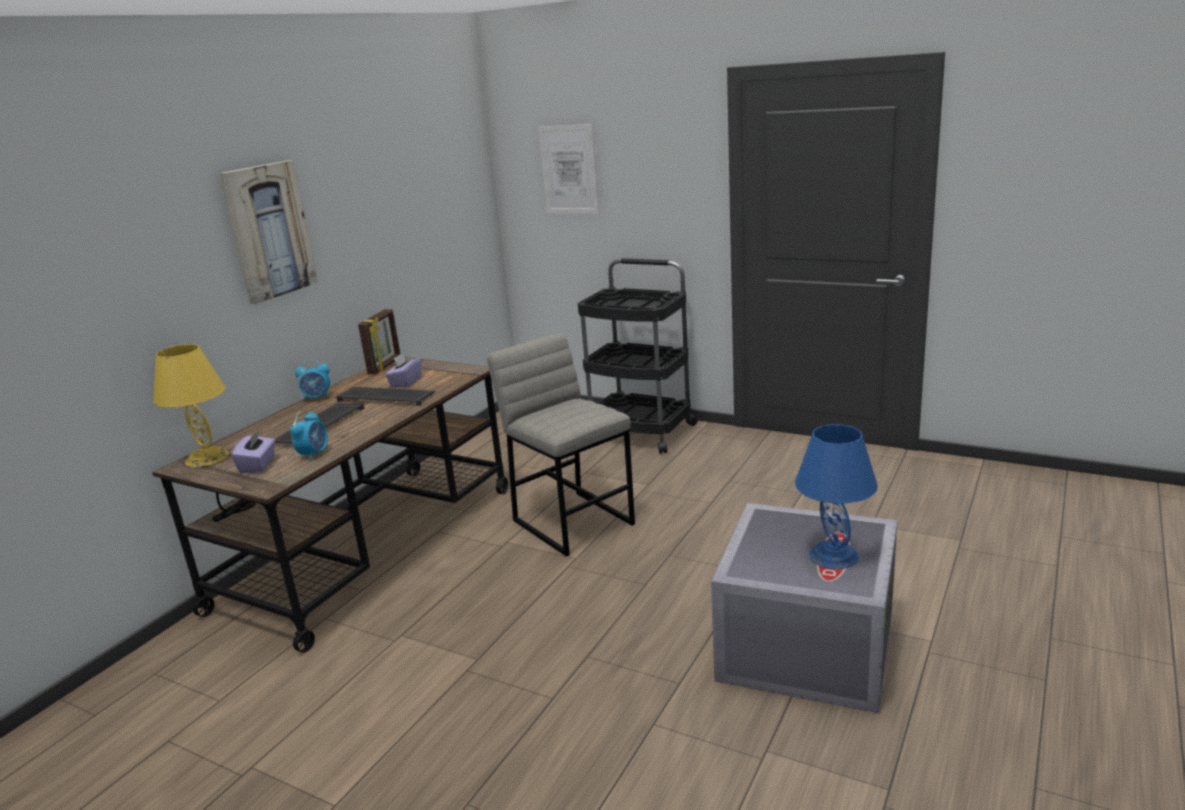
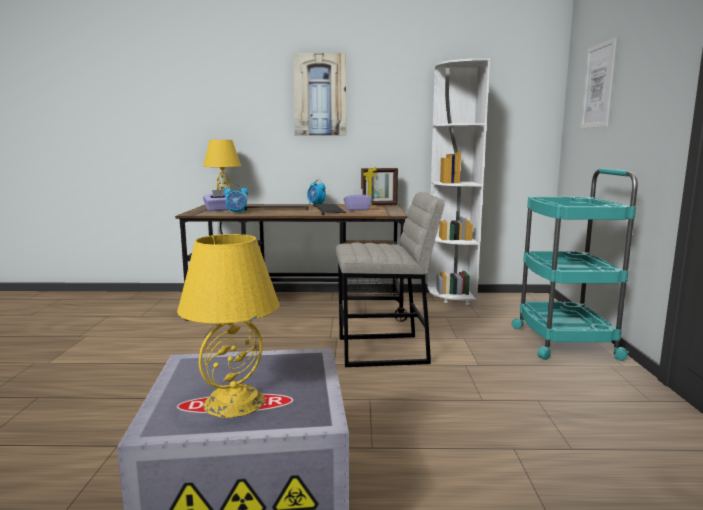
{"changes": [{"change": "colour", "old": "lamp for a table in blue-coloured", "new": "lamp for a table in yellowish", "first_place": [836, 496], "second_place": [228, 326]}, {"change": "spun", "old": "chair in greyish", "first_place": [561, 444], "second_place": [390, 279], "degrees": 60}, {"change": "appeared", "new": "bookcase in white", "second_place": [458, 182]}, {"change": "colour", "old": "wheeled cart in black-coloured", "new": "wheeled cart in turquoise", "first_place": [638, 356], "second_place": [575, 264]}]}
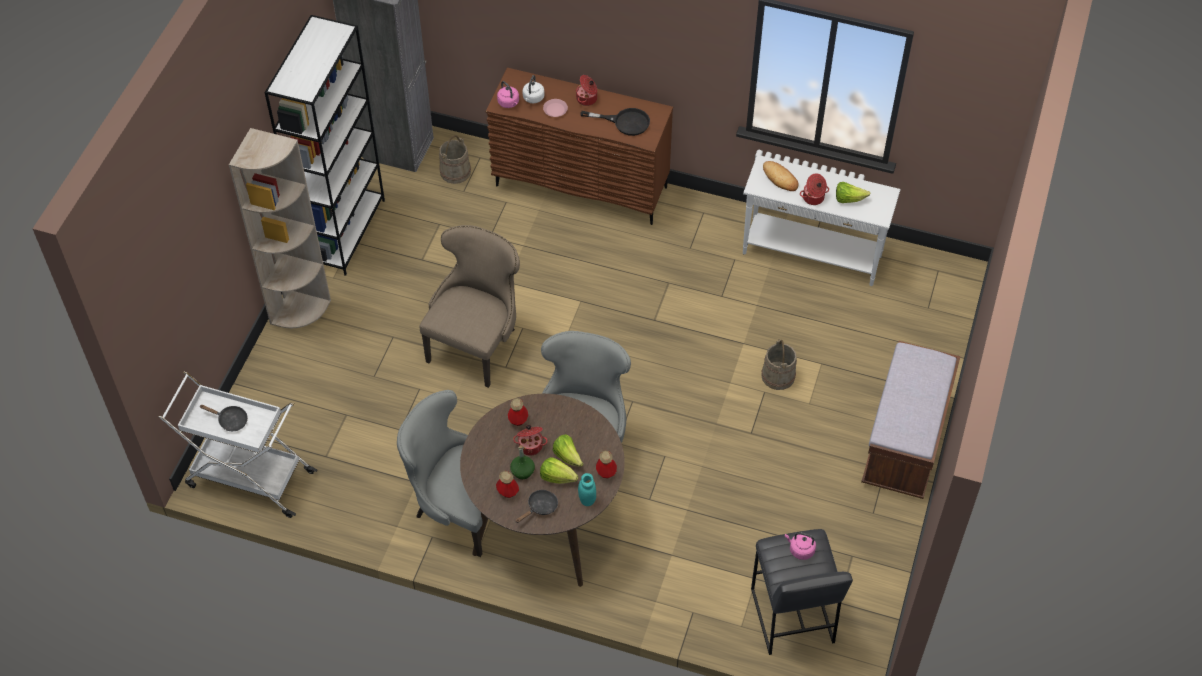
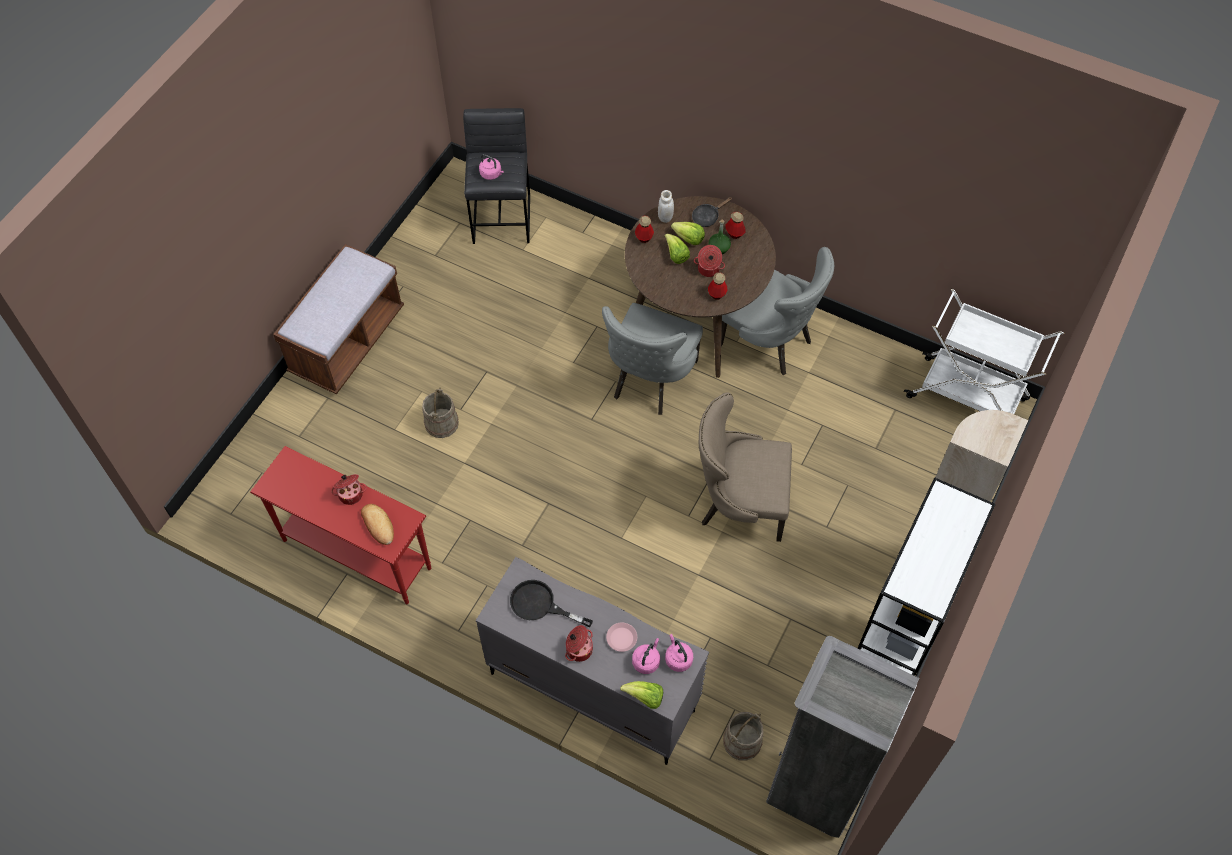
{"changes": [{"change": "colour", "old": "narrow table in white", "new": "narrow table in red-coloured", "first_place": [822, 220], "second_place": [340, 525]}, {"change": "colour", "old": "drawer chest in brown", "new": "drawer chest in greyish", "first_place": [579, 146], "second_place": [592, 661]}, {"change": "relocated", "old": "lettuce head", "first_place": [853, 192], "second_place": [641, 695]}, {"change": "colour", "old": "tea kettle in white", "new": "tea kettle in pink-coloured", "first_place": [533, 89], "second_place": [646, 656]}, {"change": "colour", "old": "preserve jar in turquoise", "new": "preserve jar in white", "first_place": [587, 489], "second_place": [666, 206]}, {"change": "spun", "old": "chair in beige-coloured", "first_place": [470, 306], "second_place": [745, 467], "degrees": 60}, {"change": "missing", "old": "pan in black-coloured", "first_place": [223, 418]}]}
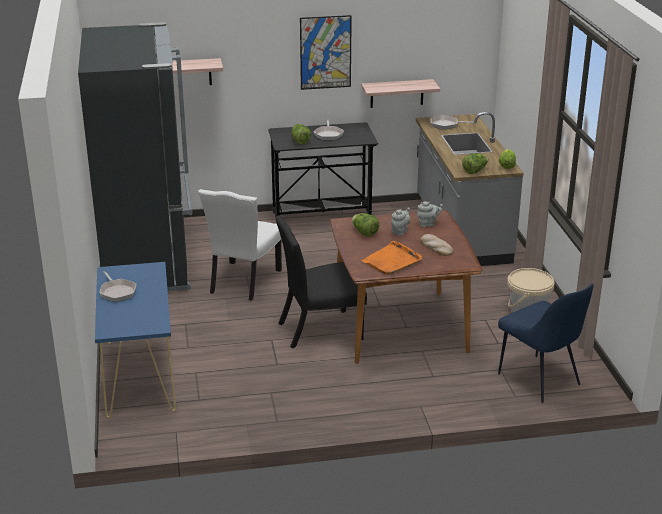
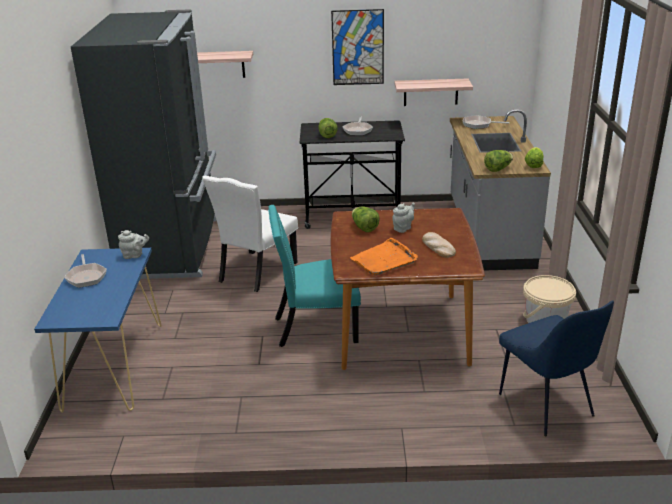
{"changes": [{"change": "relocated", "old": "teapot in greyish", "first_place": [430, 214], "second_place": [133, 244]}, {"change": "colour", "old": "chair in black-coloured", "new": "chair in turquoise", "first_place": [321, 282], "second_place": [314, 276]}]}
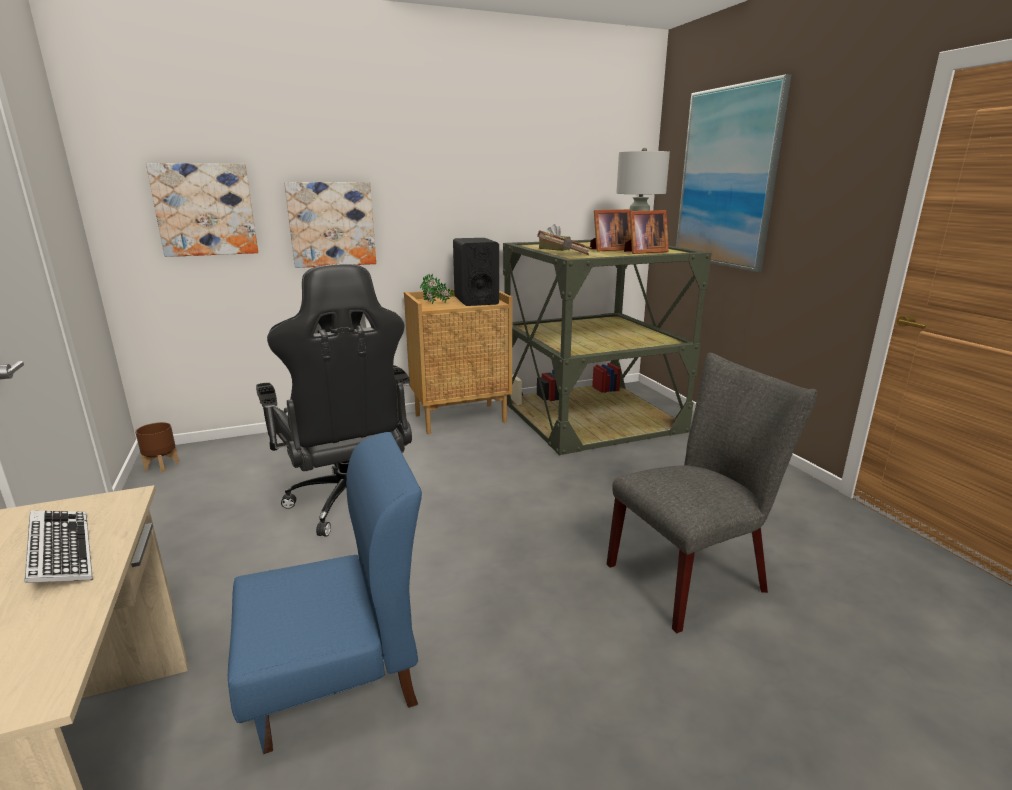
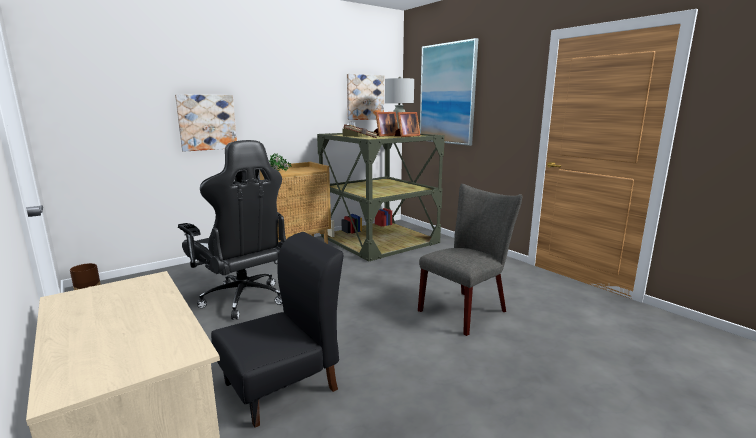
{"changes": [{"change": "colour", "old": "chair in blue-coloured", "new": "chair in black-coloured", "first_place": [325, 593], "second_place": [277, 330]}, {"change": "relocated", "old": "wall art", "first_place": [202, 210], "second_place": [365, 97]}, {"change": "missing", "old": "keyboard", "first_place": [58, 547]}, {"change": "missing", "old": "speaker in black-coloured", "first_place": [476, 272]}]}
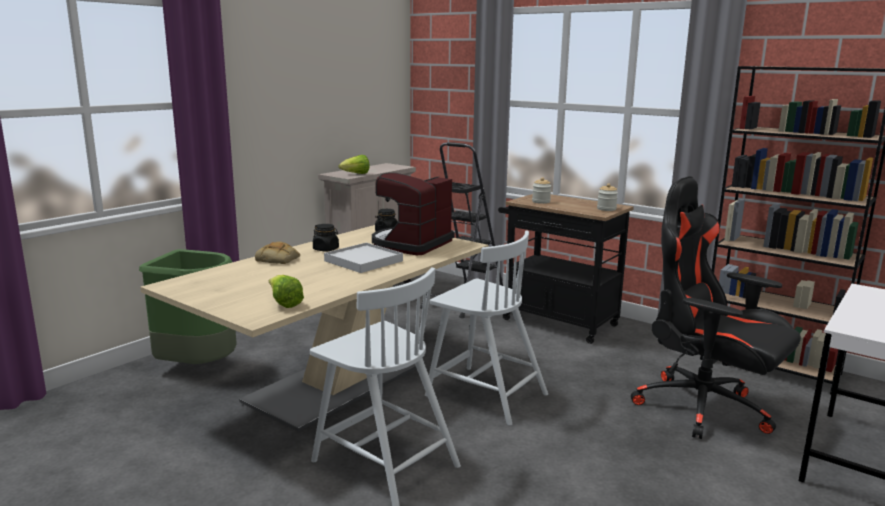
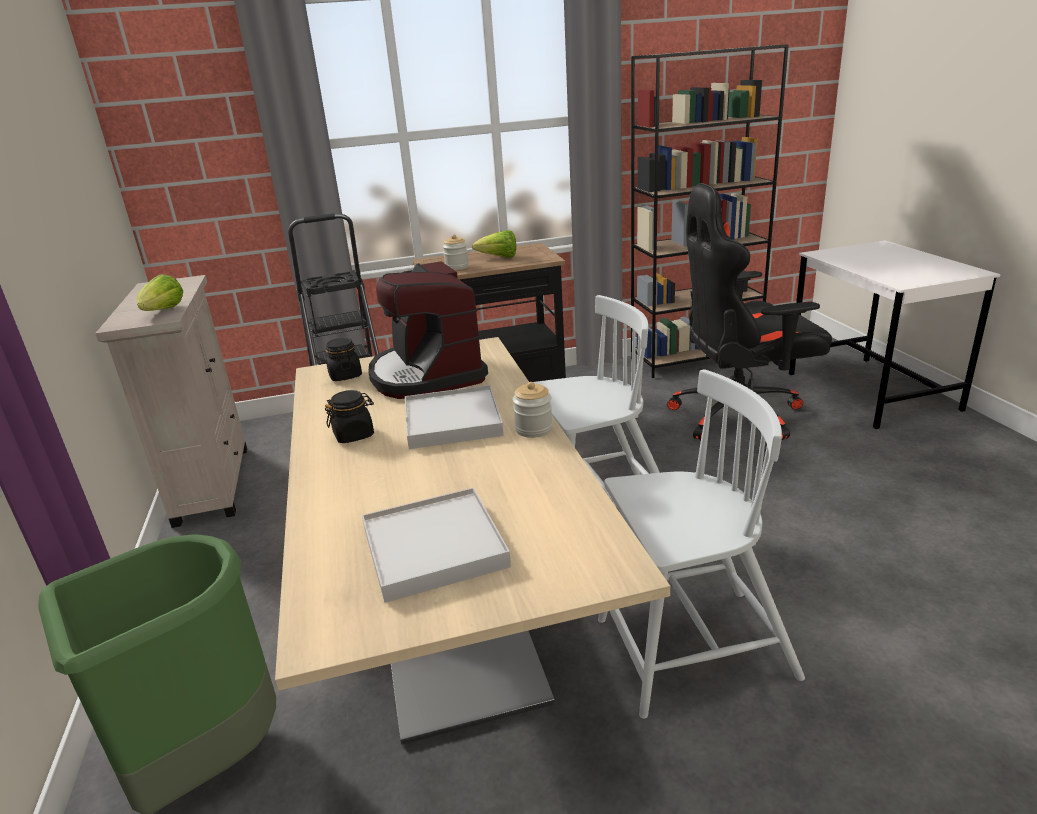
{"changes": [{"change": "appeared", "new": "carrying tray in white", "second_place": [436, 545]}, {"change": "relocated", "old": "lettuce head", "first_place": [286, 291], "second_place": [494, 244]}, {"change": "relocated", "old": "preserve jar", "first_place": [607, 197], "second_place": [532, 410]}, {"change": "missing", "old": "bakery bread", "first_place": [277, 252]}]}
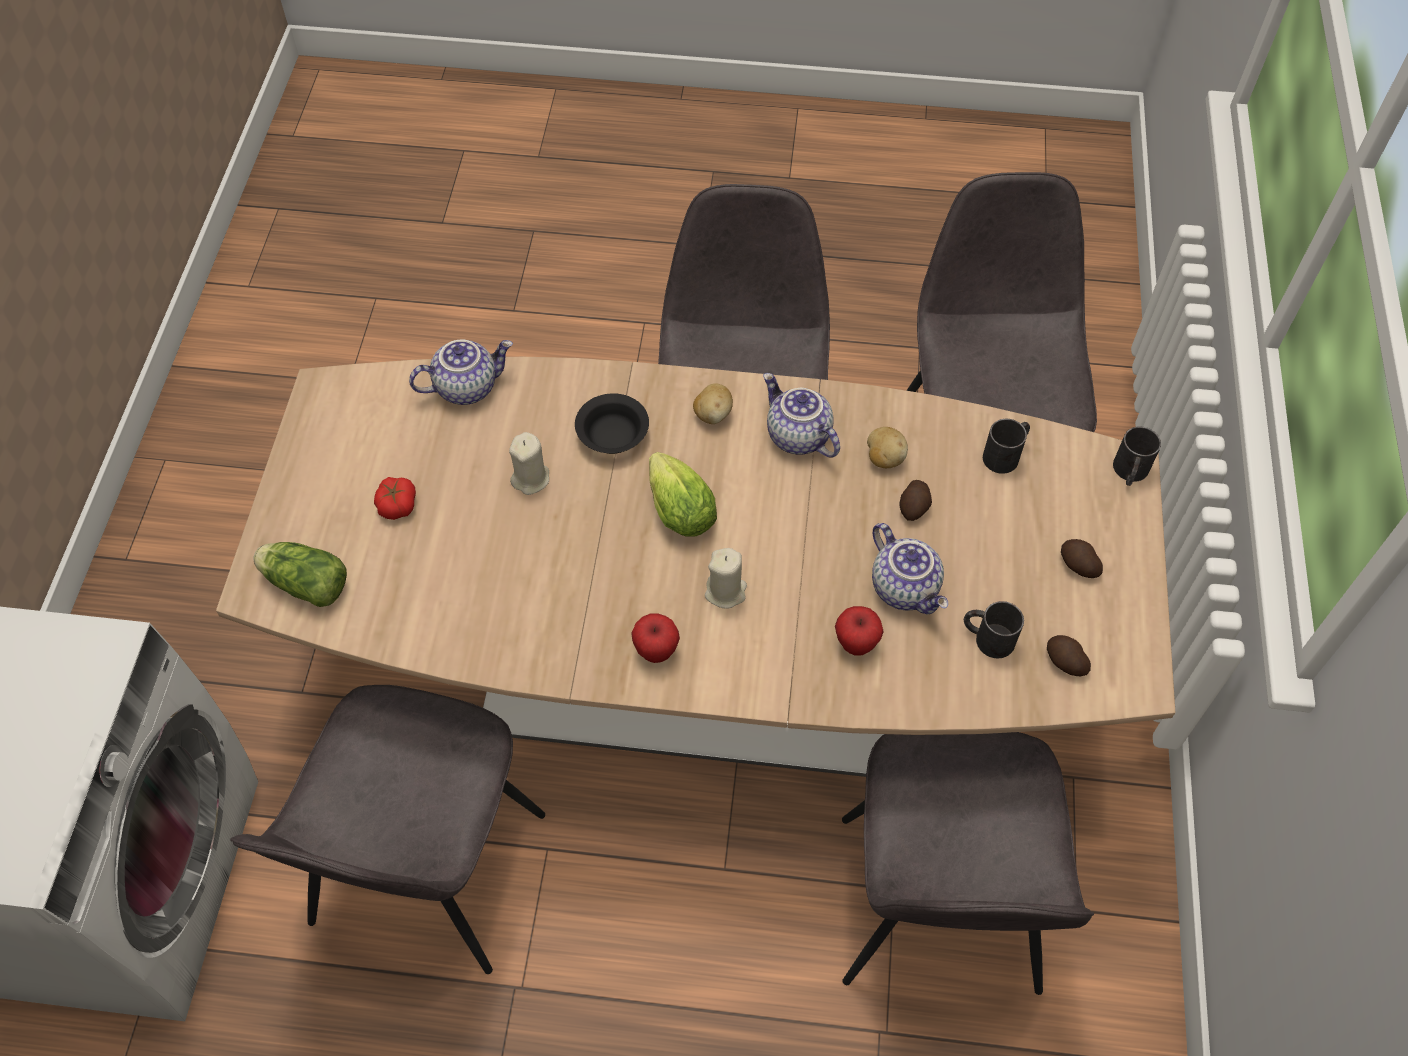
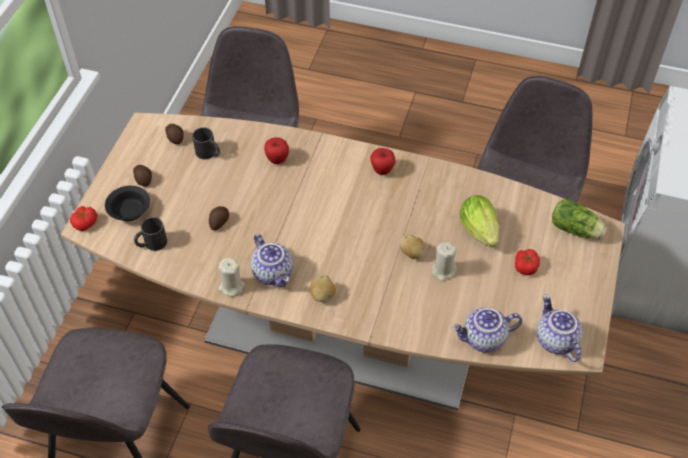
{"changes": [{"change": "exchanged", "old": "mug in black-coloured", "new": "fresh tomato", "first_place": [1137, 456], "second_place": [84, 218]}, {"change": "relocated", "old": "bowl in black-coloured", "first_place": [612, 423], "second_place": [127, 203]}, {"change": "relocated", "old": "candle in beige-coloured", "first_place": [726, 578], "second_place": [231, 277]}, {"change": "relocated", "old": "whole potato", "first_place": [887, 447], "second_place": [412, 246]}, {"change": "relocated", "old": "lettuce head", "first_place": [683, 494], "second_place": [479, 221]}, {"change": "relocated", "old": "teapot", "first_place": [910, 569], "second_place": [559, 328]}]}
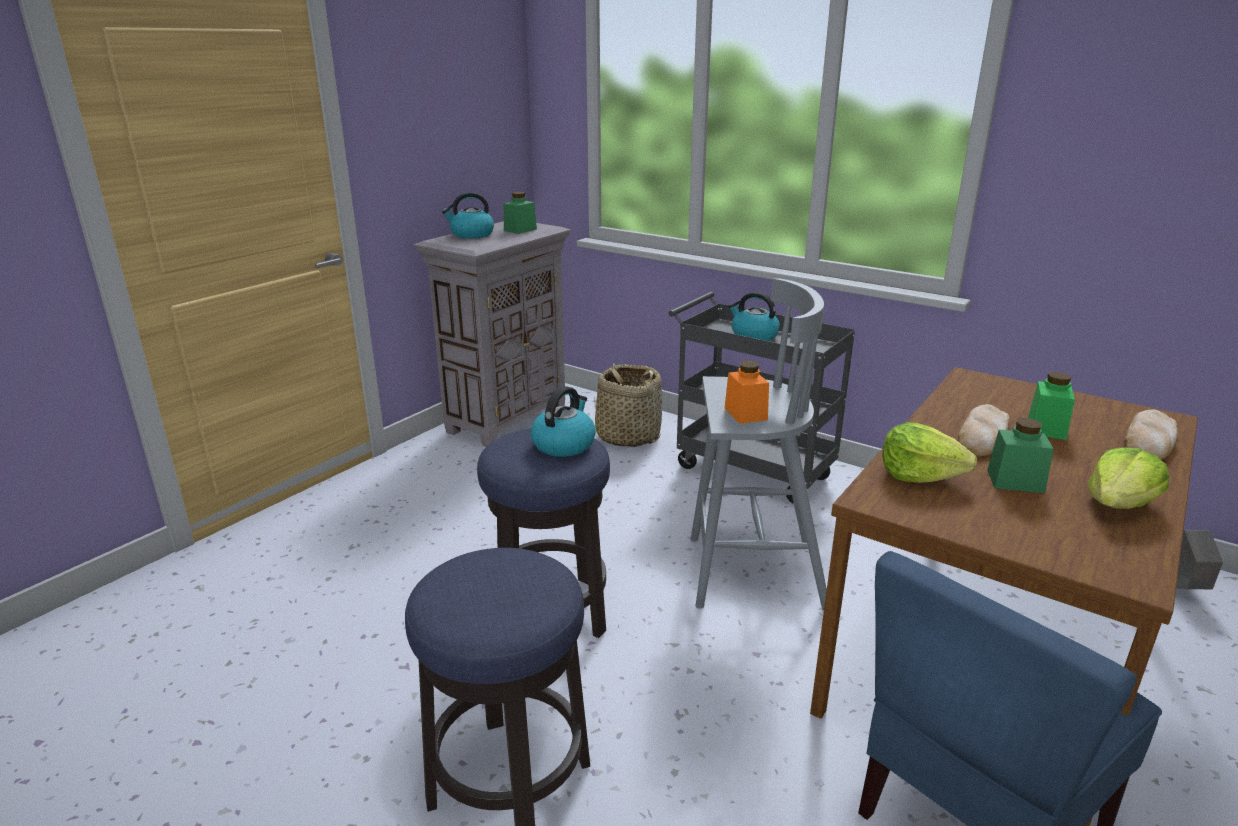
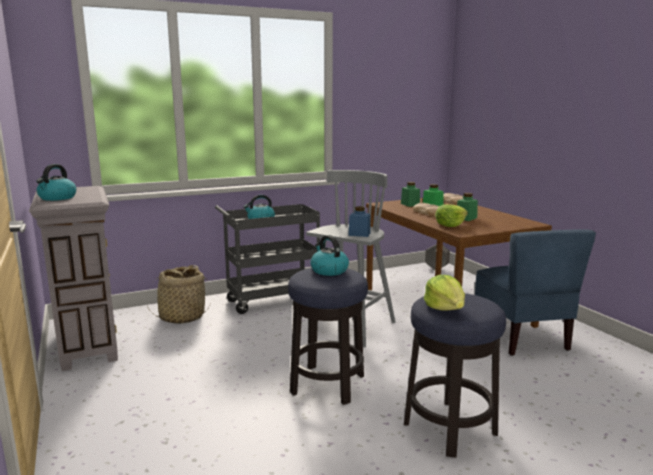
{"changes": [{"change": "colour", "old": "preserve jar in orange", "new": "preserve jar in blue-coloured", "first_place": [747, 392], "second_place": [359, 221]}, {"change": "relocated", "old": "preserve jar in green", "first_place": [520, 213], "second_place": [410, 194]}, {"change": "relocated", "old": "lettuce head", "first_place": [1128, 478], "second_place": [444, 293]}]}
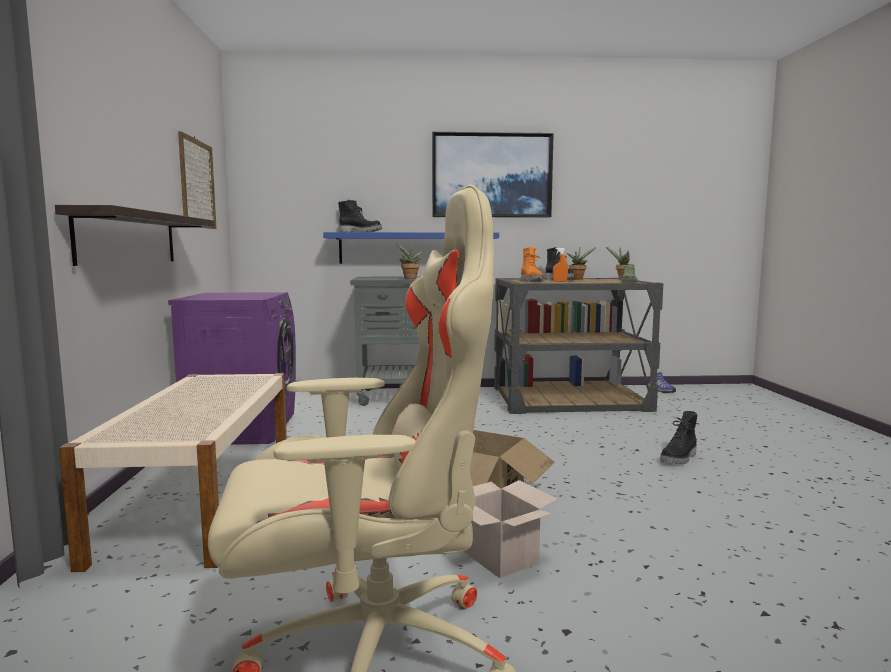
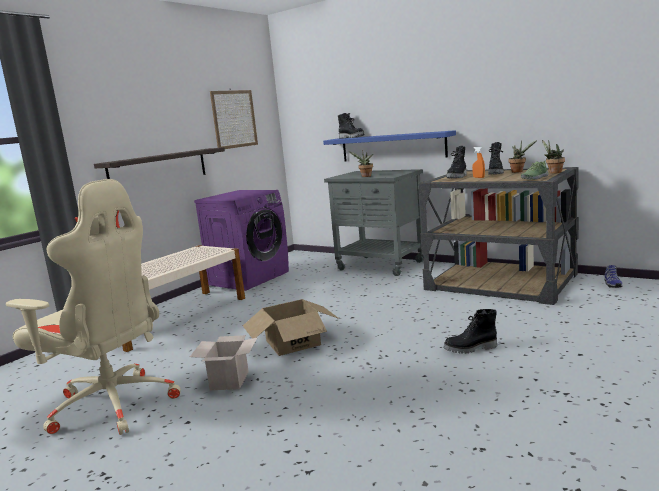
{"changes": [{"change": "colour", "old": "high-top boot in orange", "new": "high-top boot in black-coloured", "first_place": [532, 264], "second_place": [457, 162]}, {"change": "missing", "old": "wall art", "first_place": [493, 175]}]}
